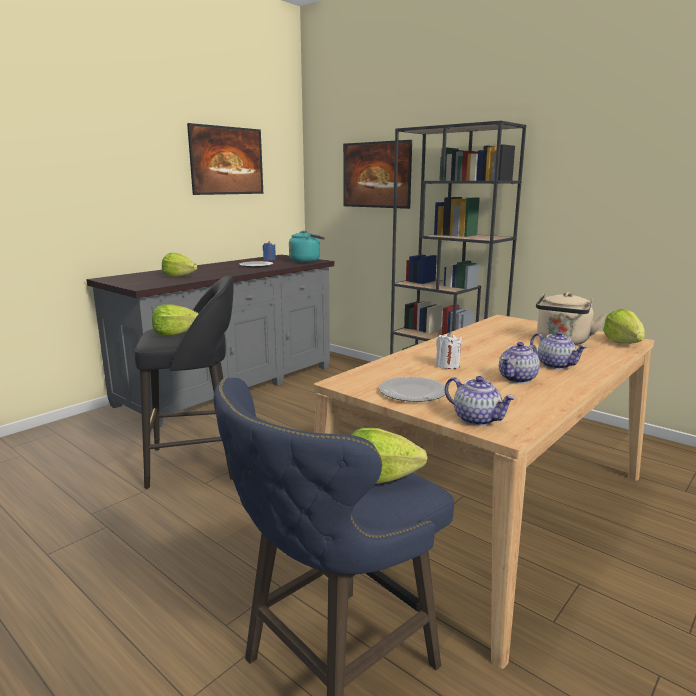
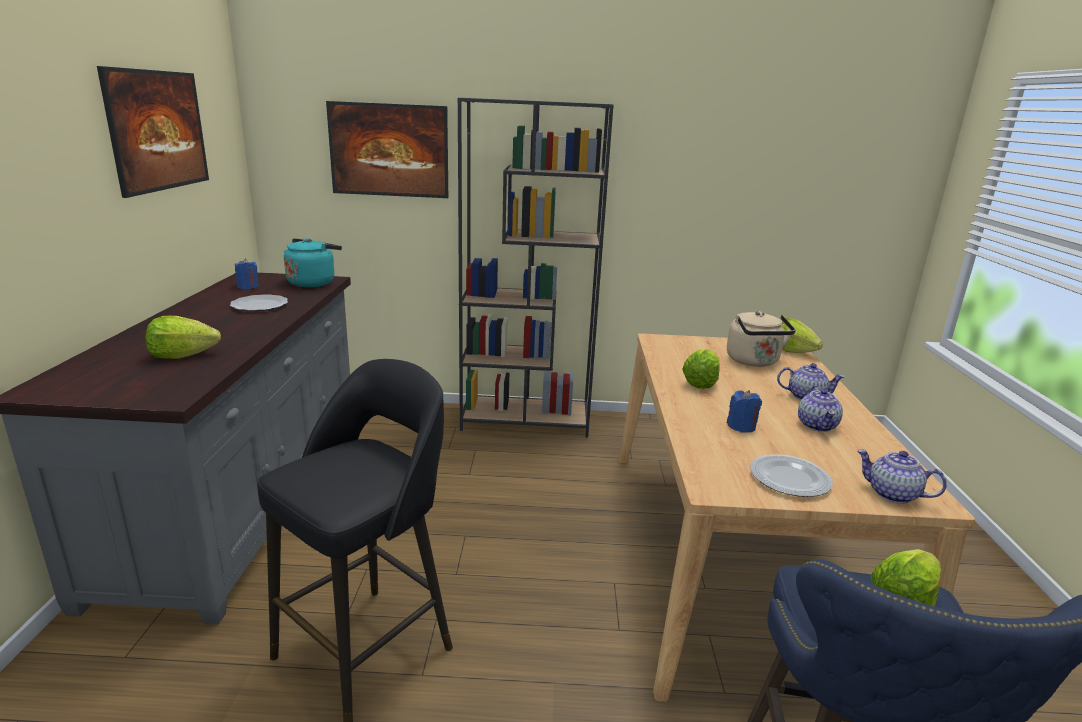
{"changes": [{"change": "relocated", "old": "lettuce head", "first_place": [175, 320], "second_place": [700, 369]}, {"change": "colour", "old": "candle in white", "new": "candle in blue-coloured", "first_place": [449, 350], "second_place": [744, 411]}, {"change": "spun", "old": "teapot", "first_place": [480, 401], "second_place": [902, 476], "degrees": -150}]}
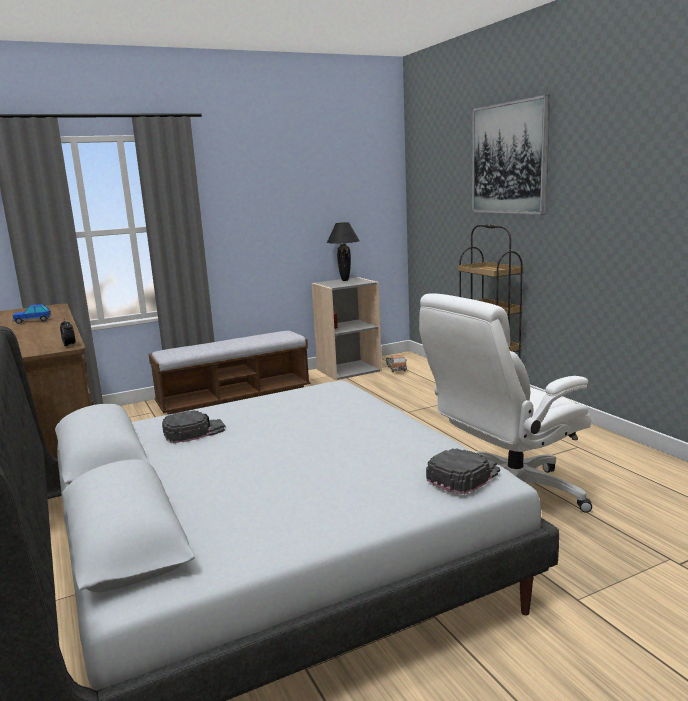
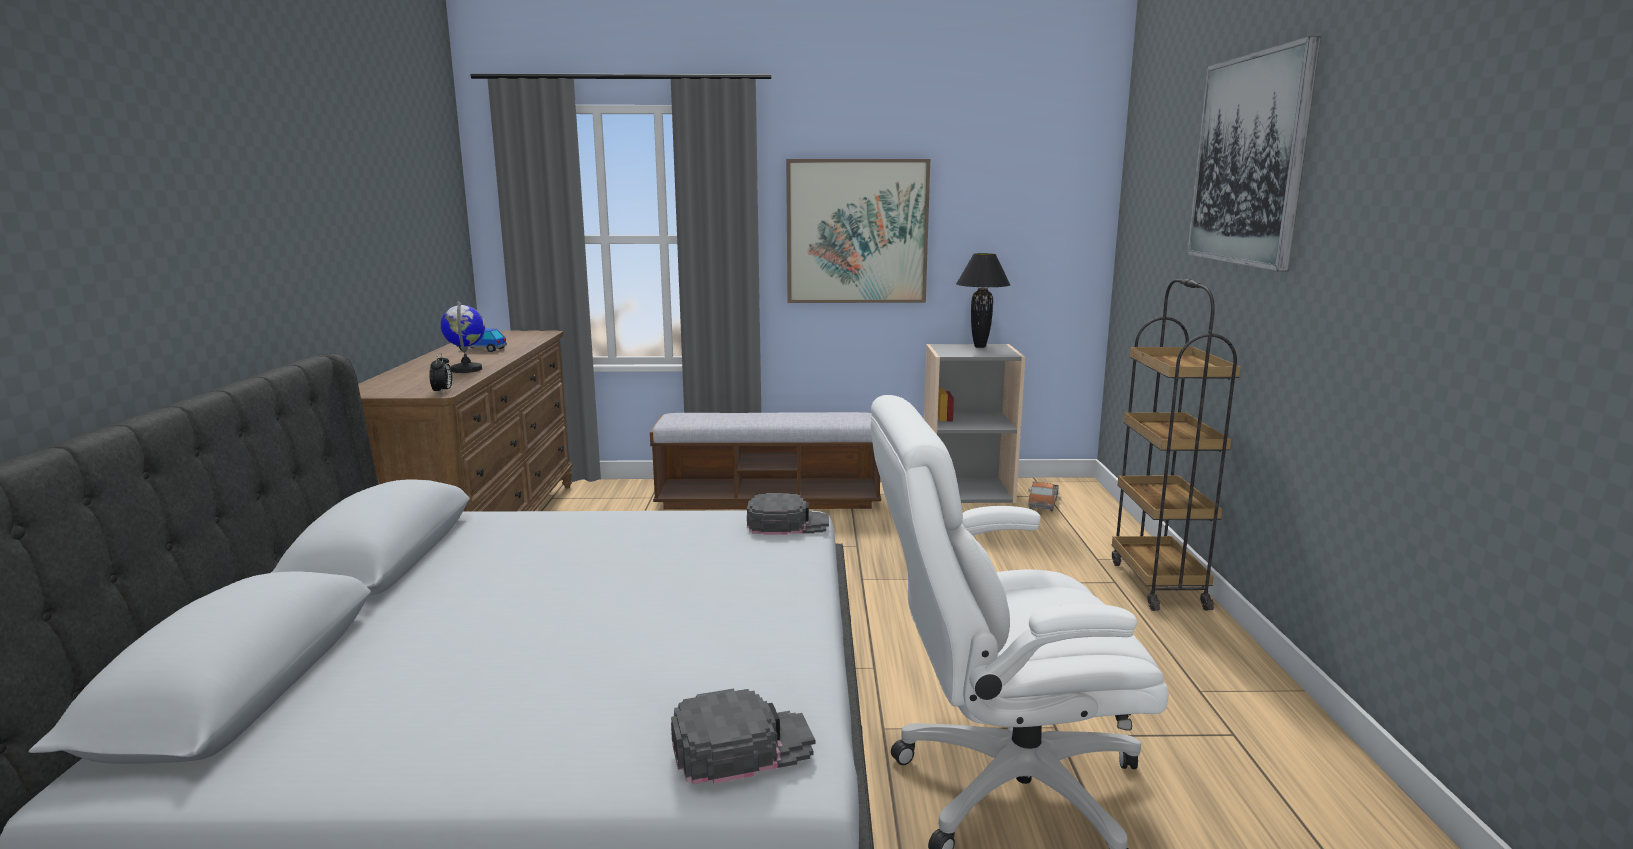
{"changes": [{"change": "appeared", "new": "world globe", "second_place": [463, 337]}, {"change": "relocated", "old": "peaked cap in black-coloured", "first_place": [193, 427], "second_place": [788, 514]}, {"change": "appeared", "new": "wall art", "second_place": [858, 231]}]}
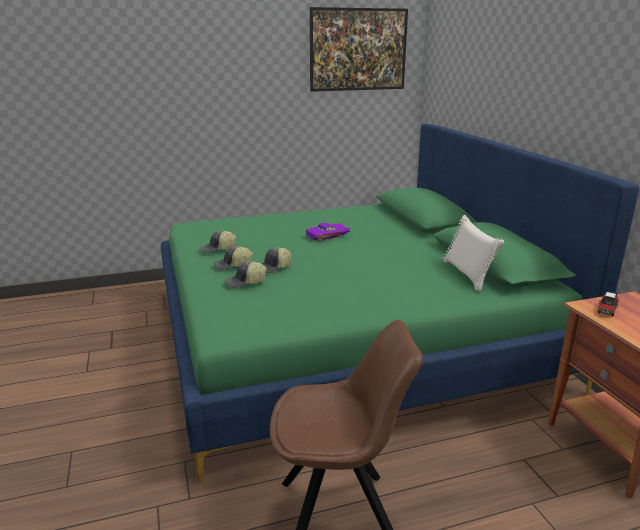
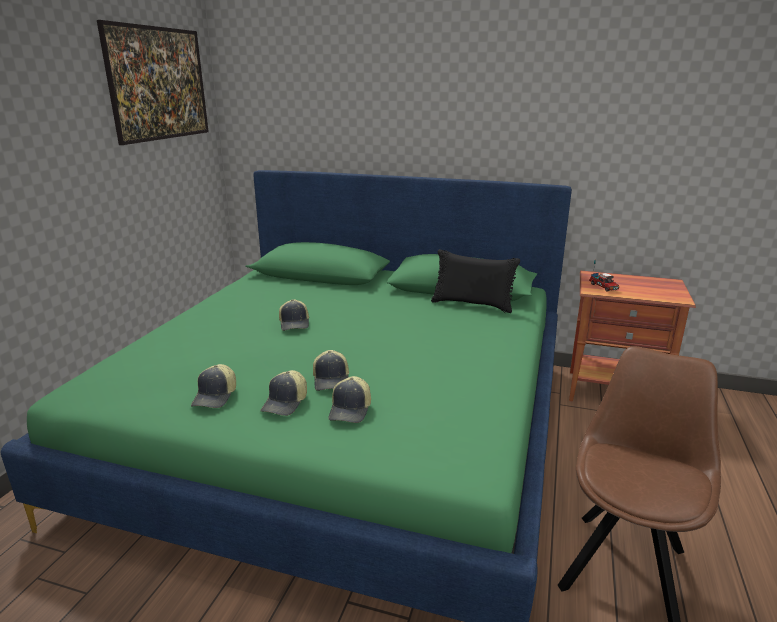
{"changes": [{"change": "exchanged", "old": "model car in purple-coloured", "new": "peaked cap", "first_place": [328, 232], "second_place": [294, 315]}, {"change": "colour", "old": "throw pillow in white", "new": "throw pillow in black-coloured", "first_place": [473, 253], "second_place": [475, 281]}]}
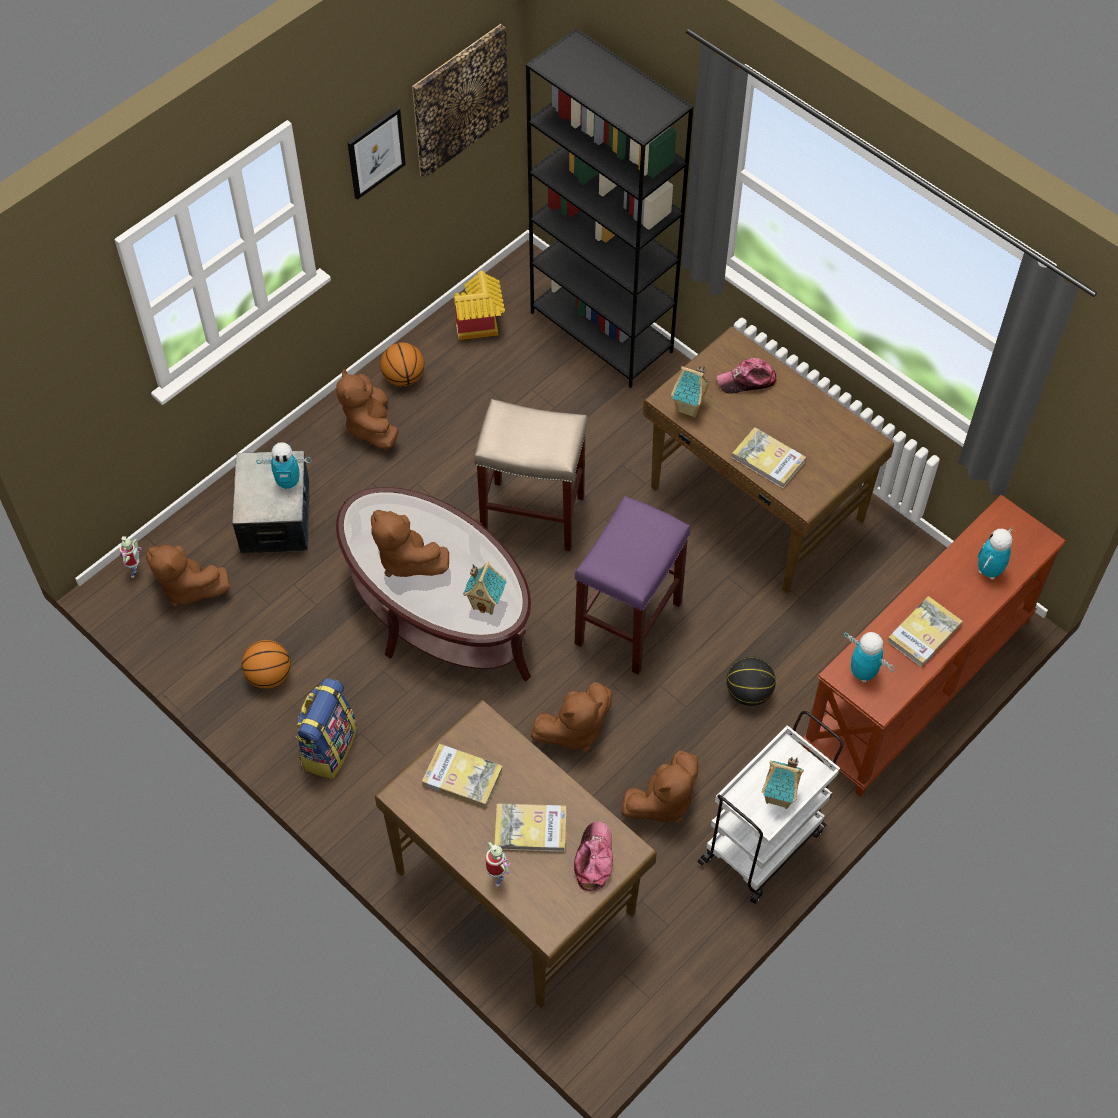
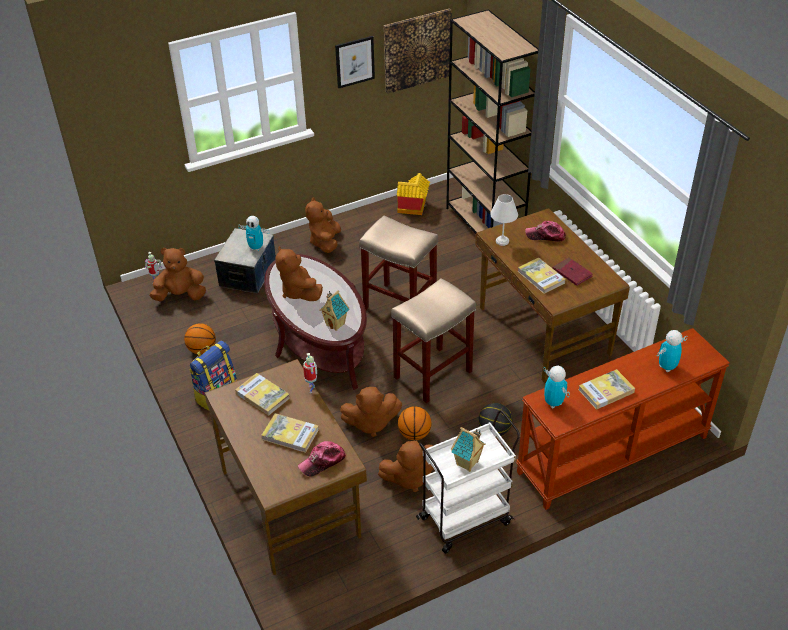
{"changes": [{"change": "spun", "old": "plush toy in brown", "first_place": [188, 576], "second_place": [177, 274], "degrees": 120}, {"change": "spun", "old": "peaked cap", "first_place": [593, 856], "second_place": [322, 459], "degrees": -150}, {"change": "relocated", "old": "toy robot", "first_place": [497, 864], "second_place": [310, 373]}, {"change": "colour", "old": "stool seat in purple-coloured", "new": "stool seat in beige-coloured", "first_place": [632, 585], "second_place": [433, 340]}, {"change": "relocated", "old": "ball for basketball", "first_place": [402, 364], "second_place": [415, 423]}, {"change": "colour", "old": "bookcase in black-coloured", "new": "bookcase in beige-coloured", "first_place": [609, 208], "second_place": [492, 121]}, {"change": "exchanged", "old": "miniature house", "new": "lamp for a table in white", "first_place": [691, 391], "second_place": [504, 220]}, {"change": "appeared", "new": "book in red-coloured", "second_place": [573, 271]}]}
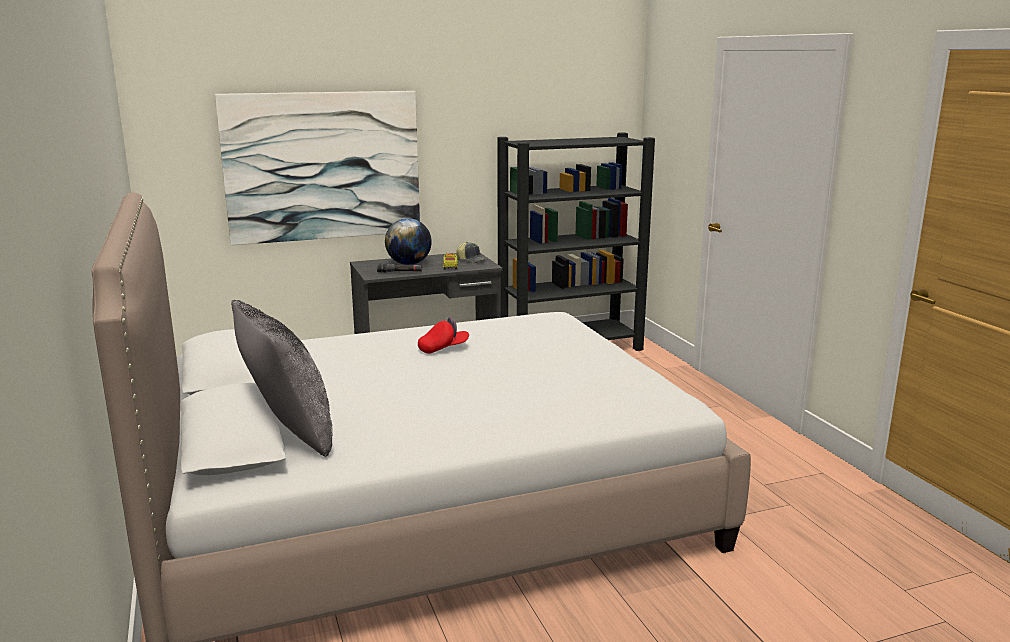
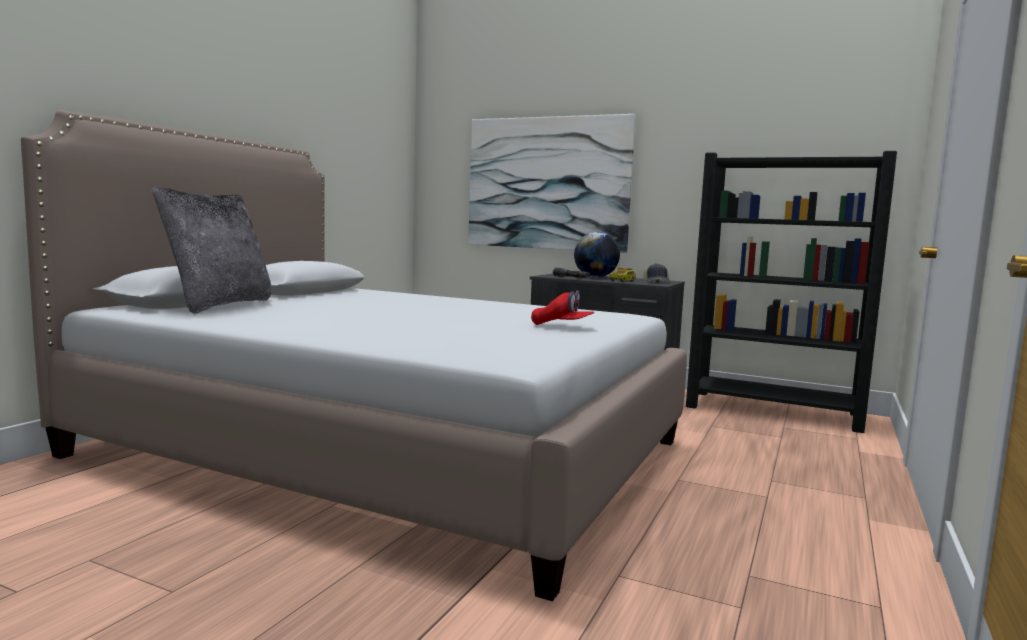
{"changes": [{"change": "relocated", "old": "peaked cap in red-coloured", "first_place": [443, 335], "second_place": [563, 307]}]}
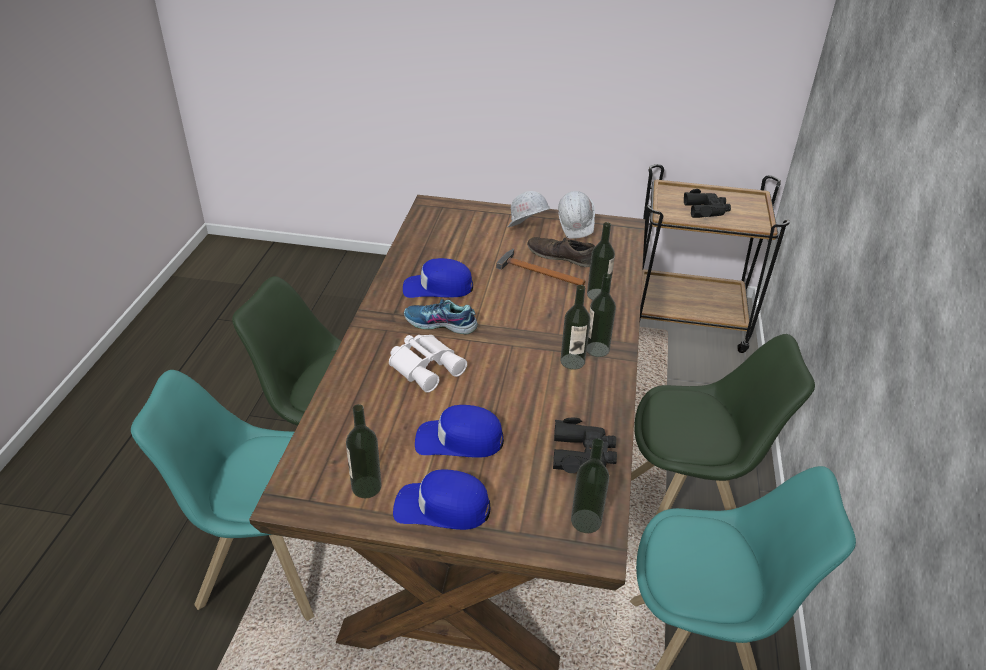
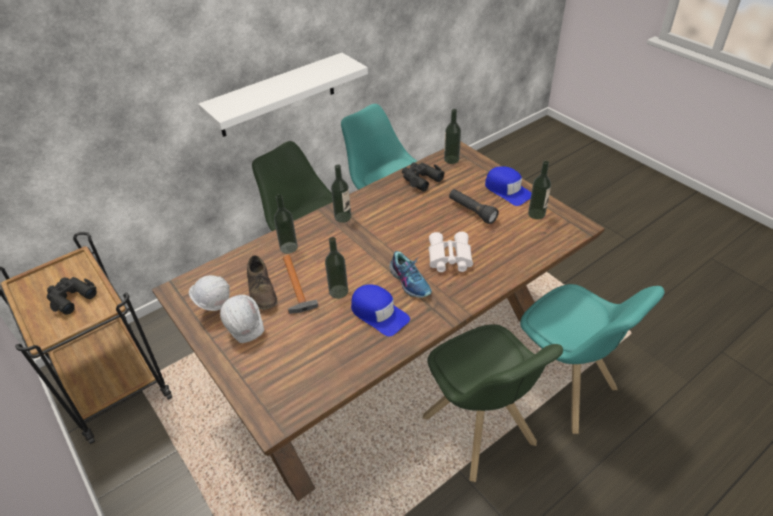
{"changes": [{"change": "appeared", "new": "bracket shelf in white", "second_place": [283, 95]}, {"change": "relocated", "old": "beverage bottle", "first_place": [575, 327], "second_place": [336, 268]}, {"change": "exchanged", "old": "peaked cap in blue-coloured", "new": "flashlight in black-coloured", "first_place": [459, 431], "second_place": [474, 206]}]}
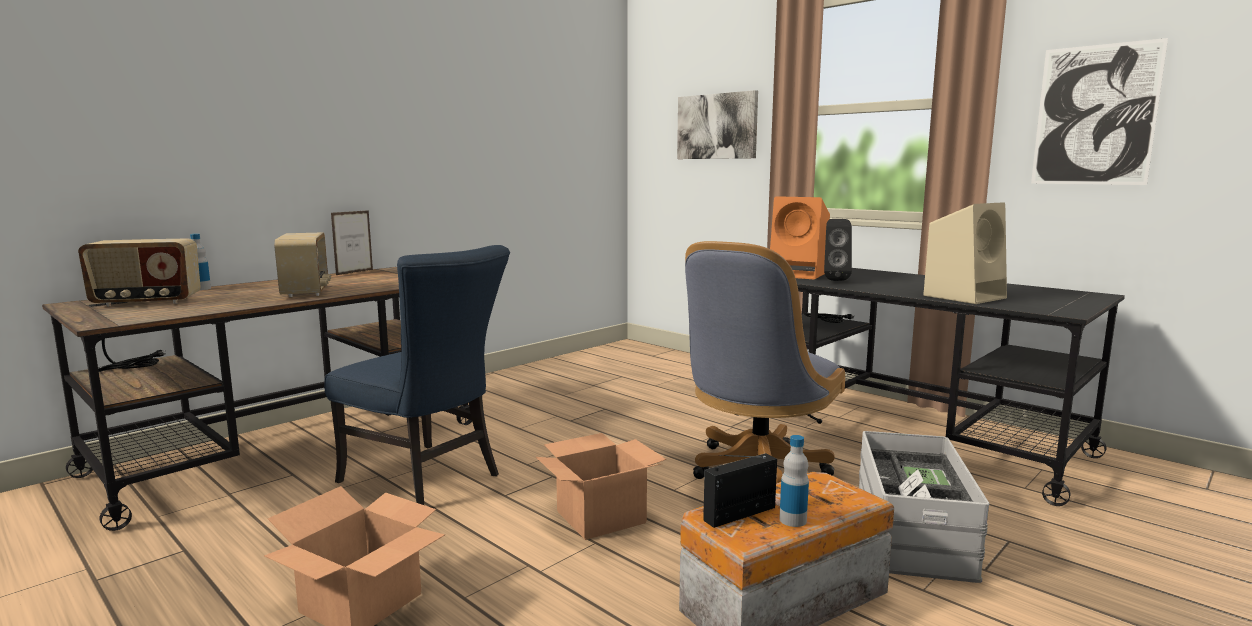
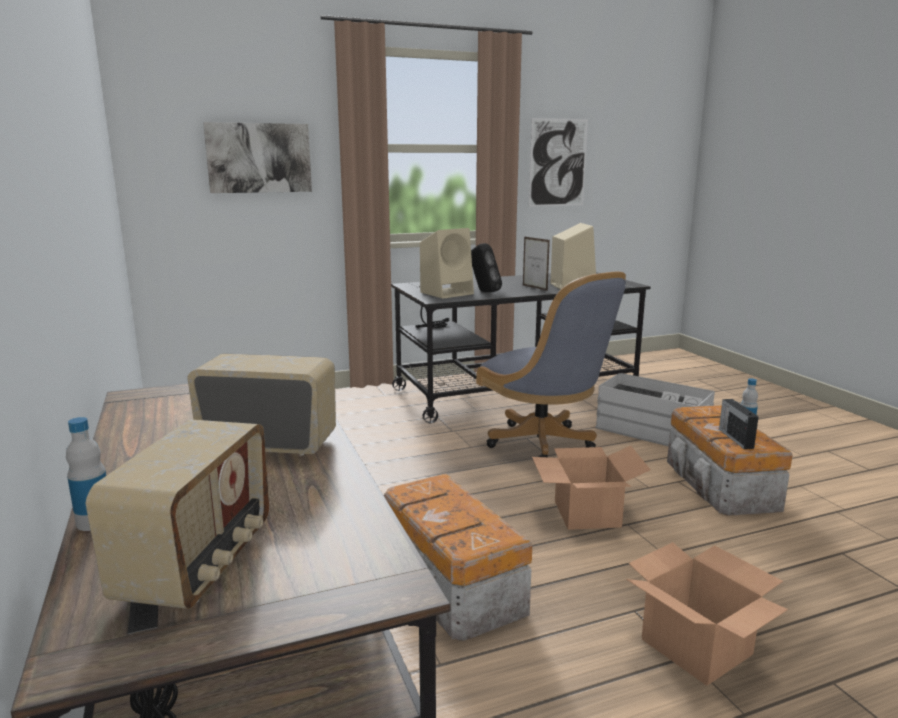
{"changes": [{"change": "exchanged", "old": "chair in blue-coloured", "new": "storage bin", "first_place": [417, 375], "second_place": [458, 557]}, {"change": "colour", "old": "speaker in orange", "new": "speaker in beige-coloured", "first_place": [800, 237], "second_place": [447, 263]}, {"change": "relocated", "old": "photo frame", "first_place": [352, 242], "second_place": [536, 264]}]}
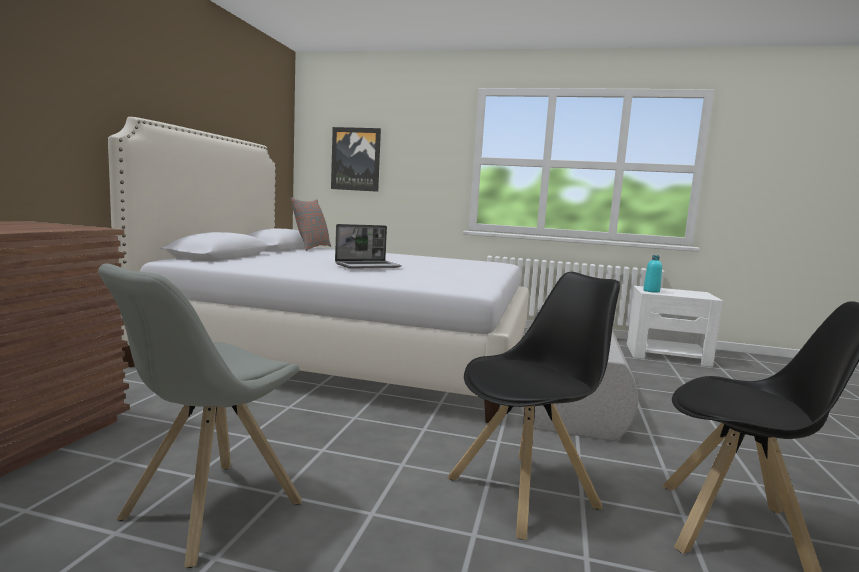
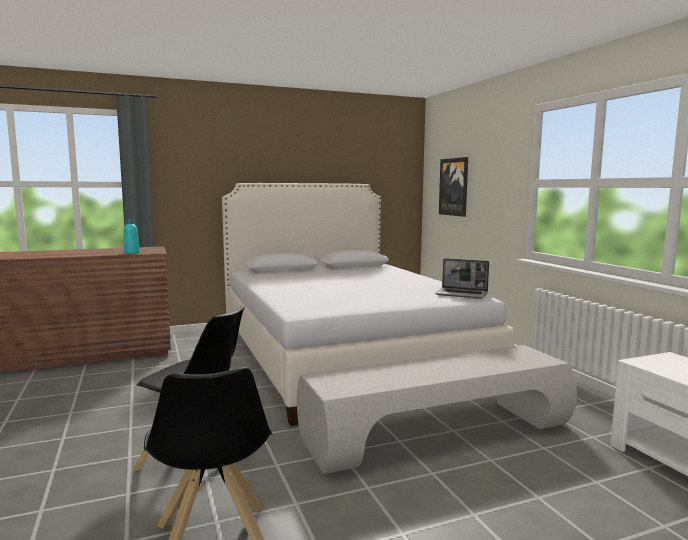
{"changes": [{"change": "relocated", "old": "beverage bottle in turquoise", "first_place": [652, 274], "second_place": [131, 236]}, {"change": "relocated", "old": "laptop", "first_place": [368, 246], "second_place": [462, 278]}, {"change": "missing", "old": "chair in greyish", "first_place": [200, 415]}, {"change": "missing", "old": "throw pillow in greyish", "first_place": [311, 224]}]}
